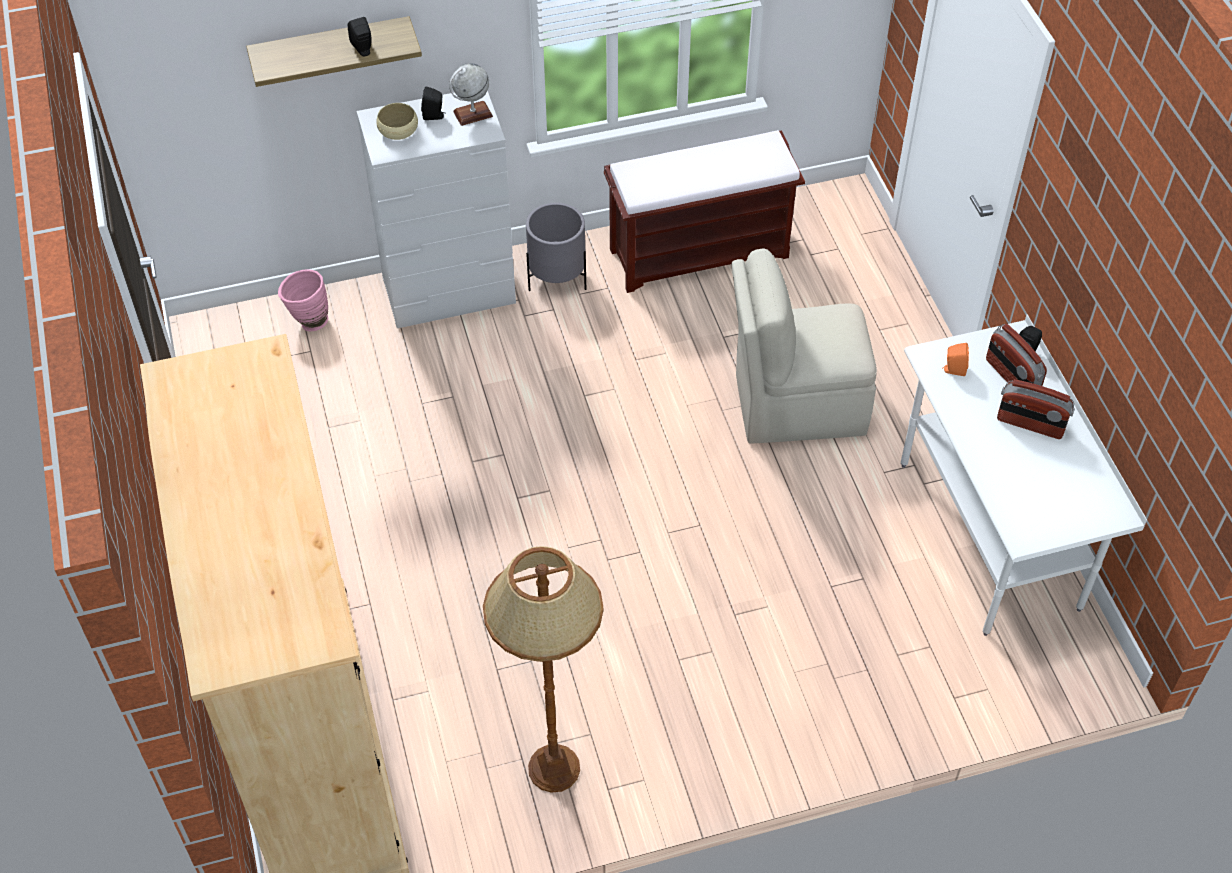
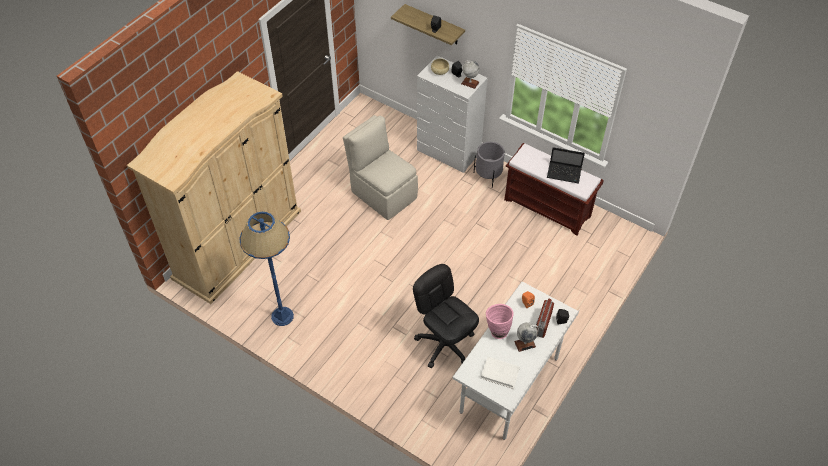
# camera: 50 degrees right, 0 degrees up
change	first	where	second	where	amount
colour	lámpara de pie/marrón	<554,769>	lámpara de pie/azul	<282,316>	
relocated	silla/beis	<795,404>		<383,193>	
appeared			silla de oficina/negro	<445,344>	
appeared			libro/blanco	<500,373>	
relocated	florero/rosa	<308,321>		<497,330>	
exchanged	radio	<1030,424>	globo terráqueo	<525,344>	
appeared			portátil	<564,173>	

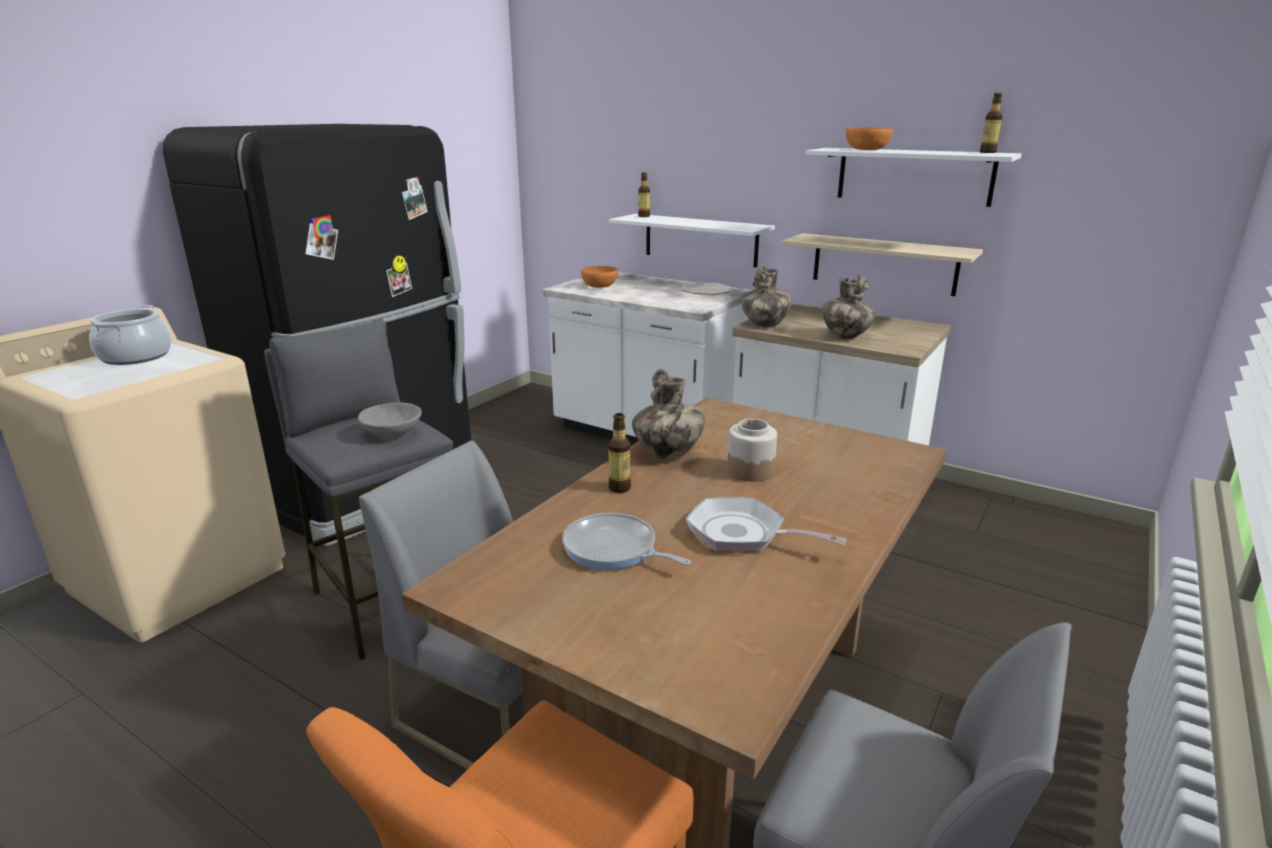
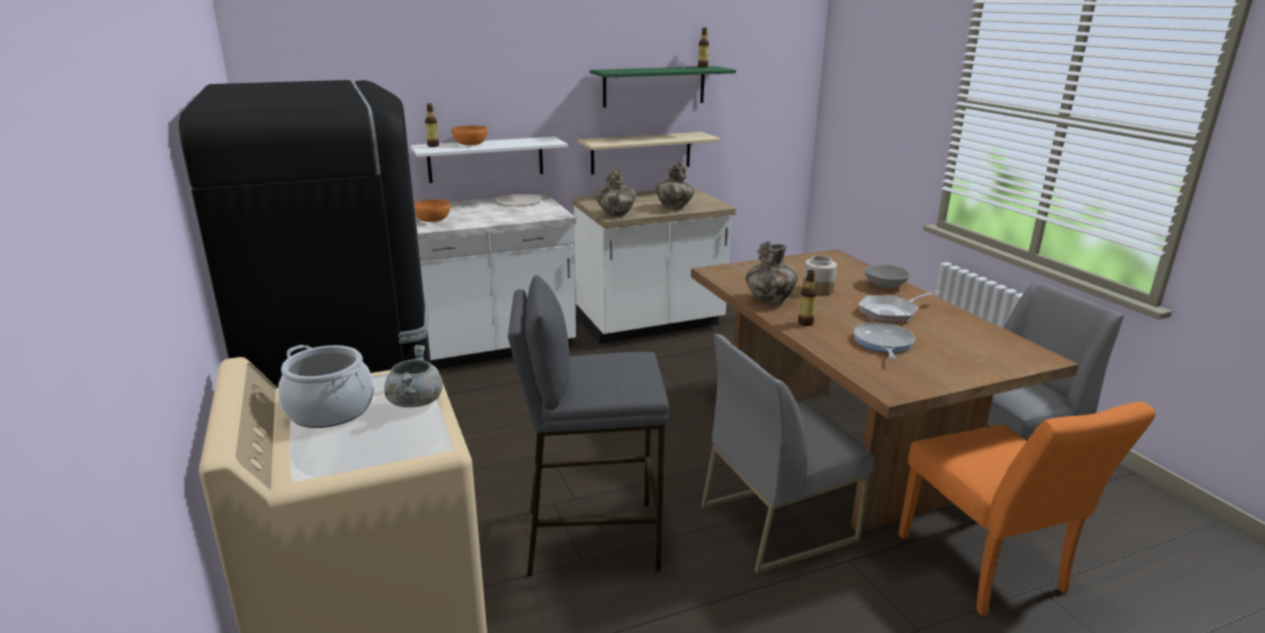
# camera: 55 degrees left, 0 degrees up
change	first	where	second	where	amount
appeared			olla/gris	<415,401>	
relocated	cuenco/naranja	<866,150>		<470,144>	
colour	estante/blanco	<914,176>	estante/verde	<654,86>	
spun	sartén	<614,549>		<882,343>	120 degrees clockwise
relocated	cuenco/gris	<392,433>		<884,286>	

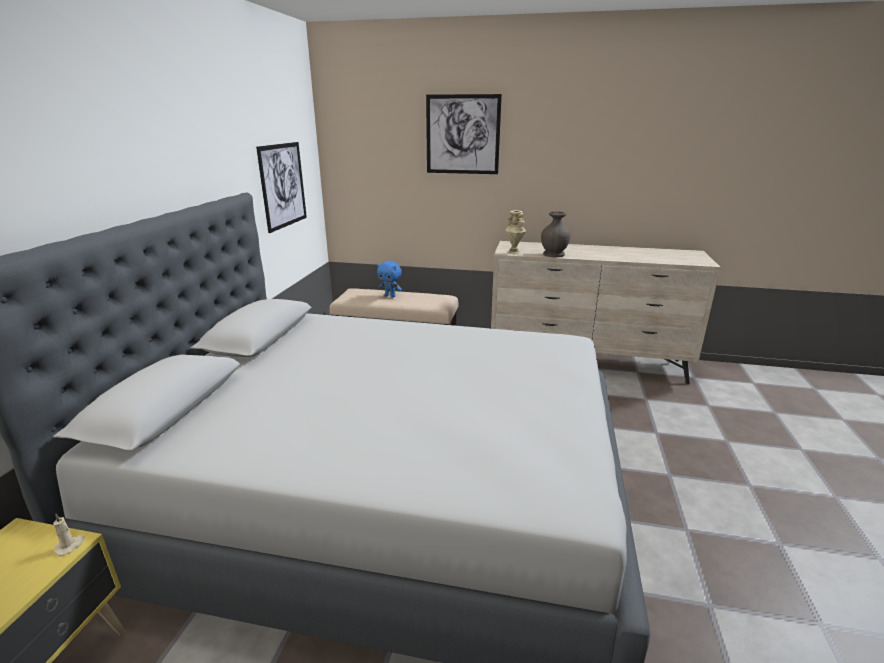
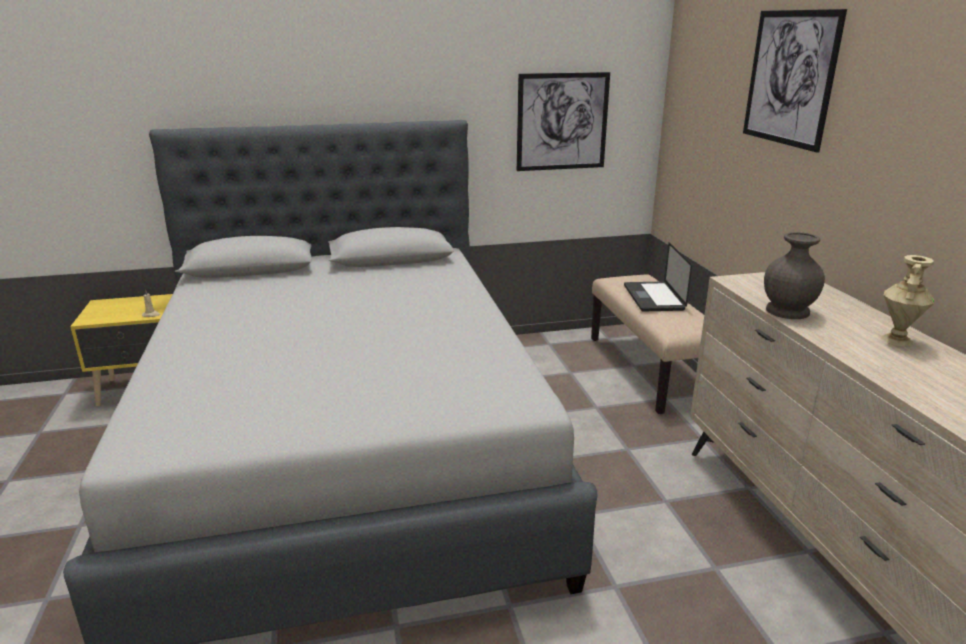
# camera: 65 degrees right, 0 degrees up
change	first	where	second	where	amount
exchanged	peluche/azul	<390,296>	portátil	<653,298>	
relocated	florero/beis	<513,252>		<896,340>	

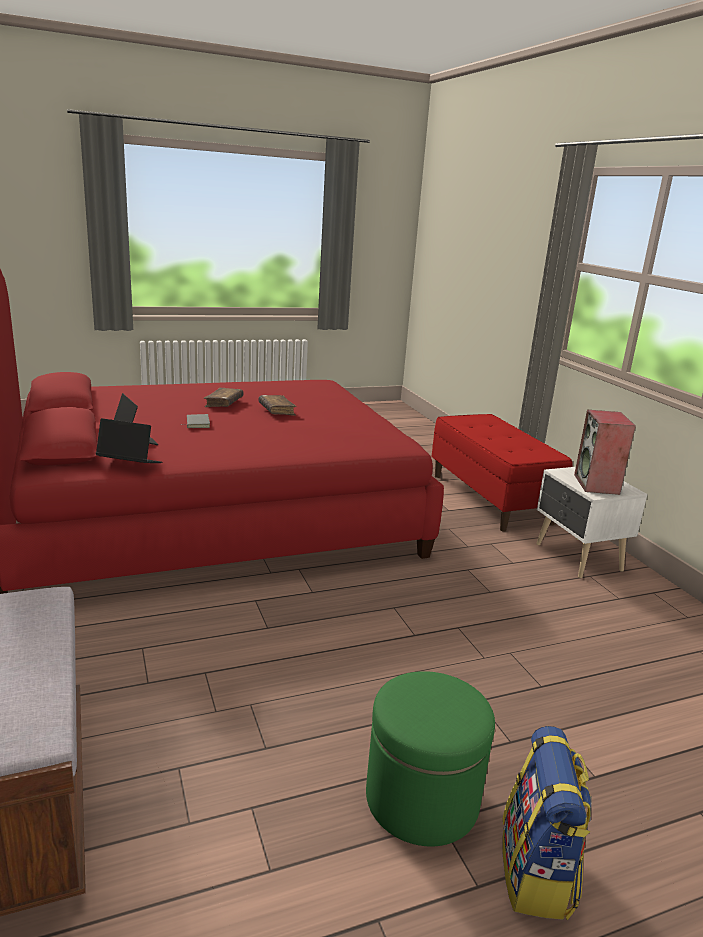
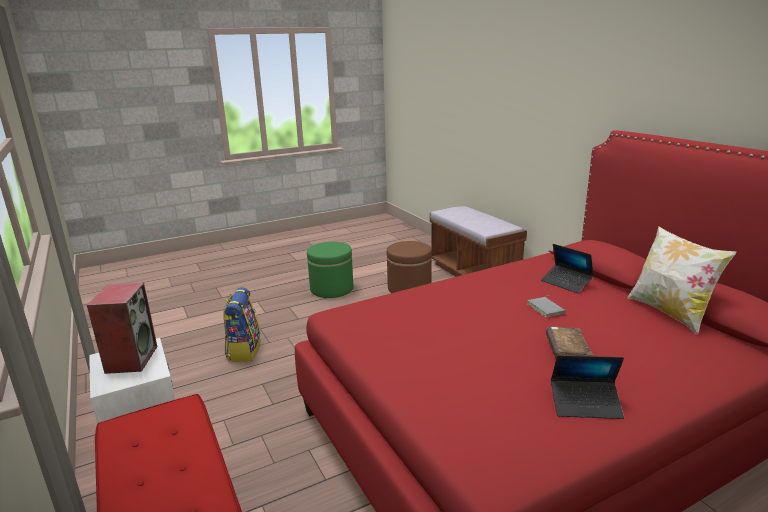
# camera: 175 degrees right, 0 degrees up
change	first	where	second	where	amount
relocated	mochila	<537,873>		<243,350>	
appeared			puf/marrón	<409,288>	
relocated	portátil	<129,464>		<585,405>	
appeared			cojín	<669,312>	
missing	libro/marrón	<276,411>			

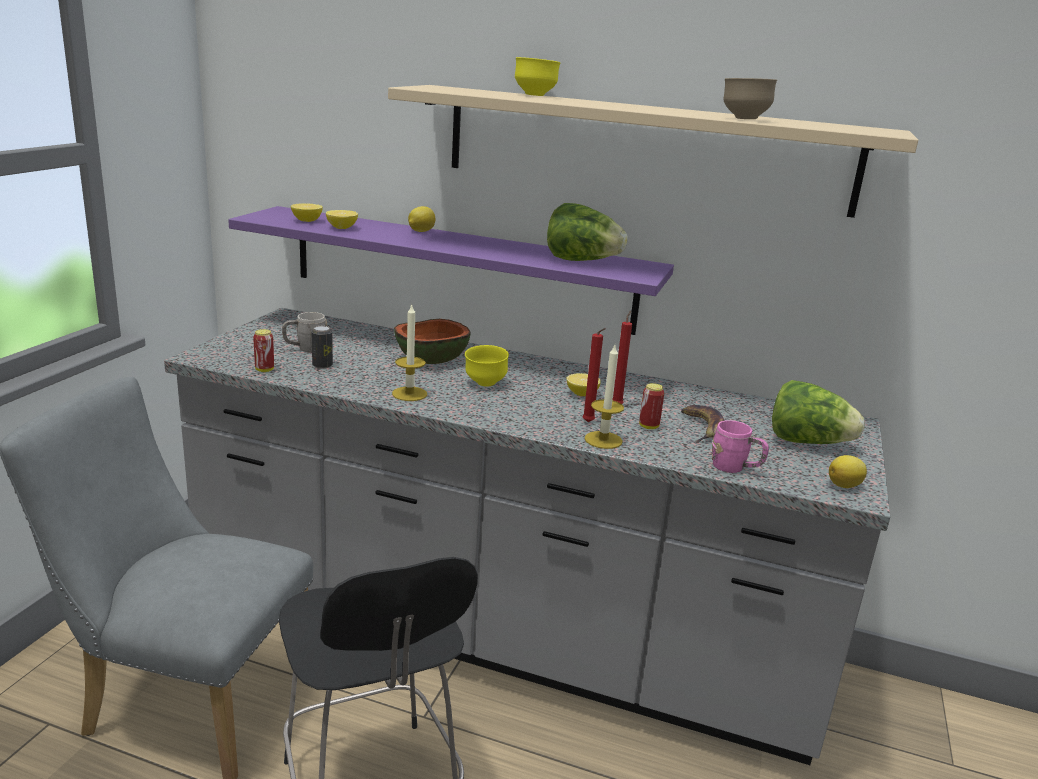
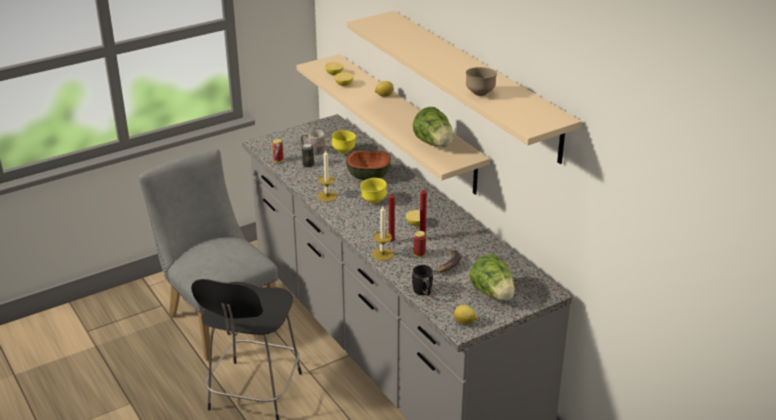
# camera: 40 degrees right, 10 degrees up
change	first	where	second	where	amount
colour	estante/morado	<460,269>	estante/beis	<407,122>	
relocated	cuenco/amarillo	<535,95>		<344,151>	
colour	taza grande/rosa	<735,468>	taza grande/negro	<423,293>	

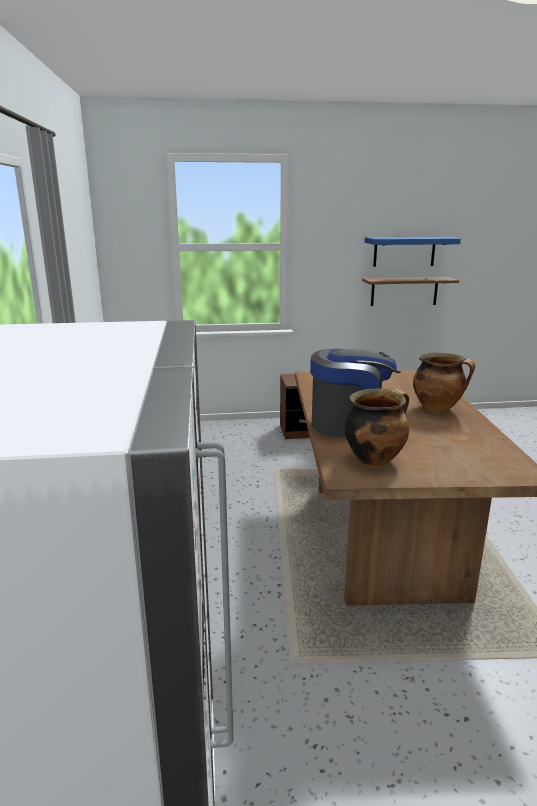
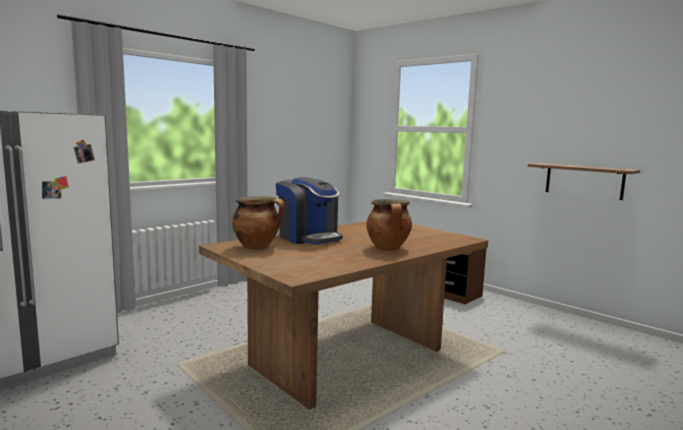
# camera: 50 degrees right, 10 degrees down
change	first	where	second	where	amount
missing	estante/azul	<404,251>			

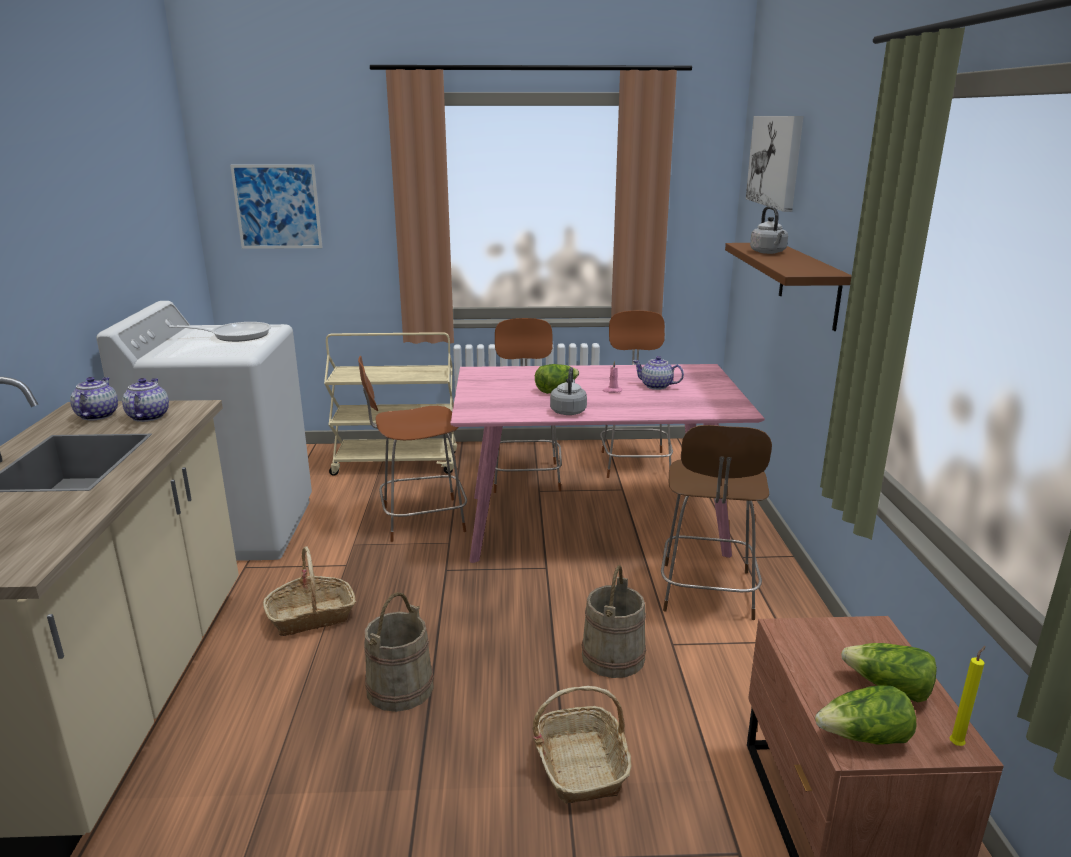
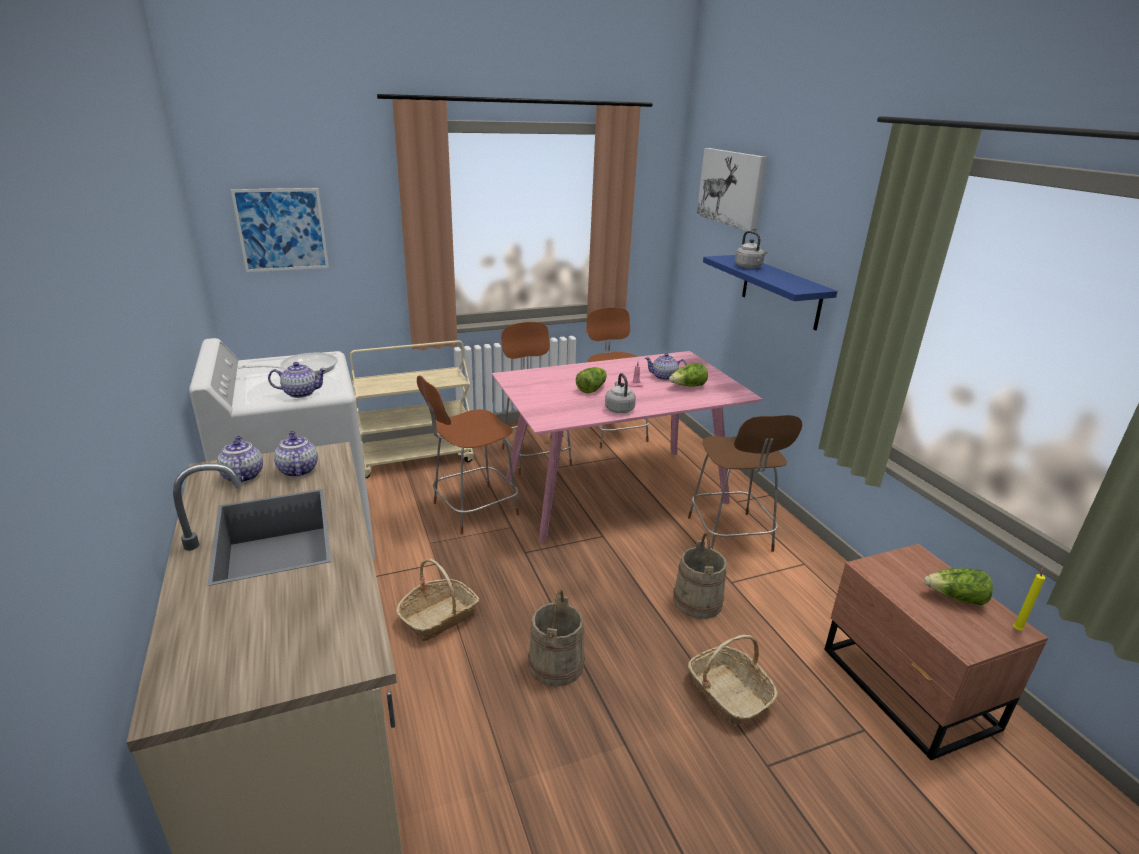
# camera: 20 degrees left, 5 degrees up
change	first	where	second	where	amount
appeared			tetera	<300,393>	
relocated	lechuga	<864,738>		<688,386>	
colour	estante/marrón	<809,284>	estante/azul	<780,291>	

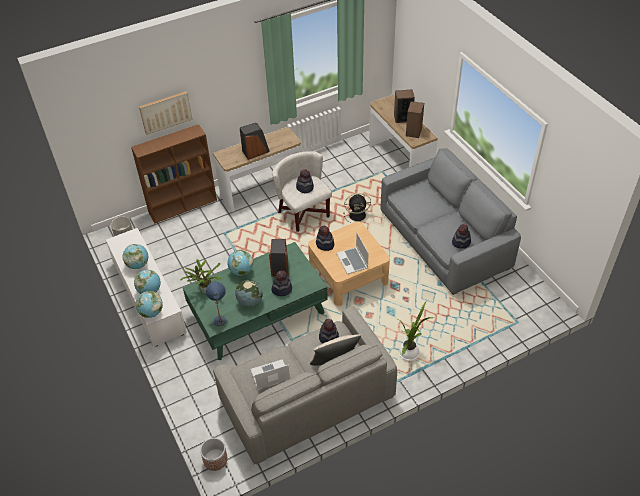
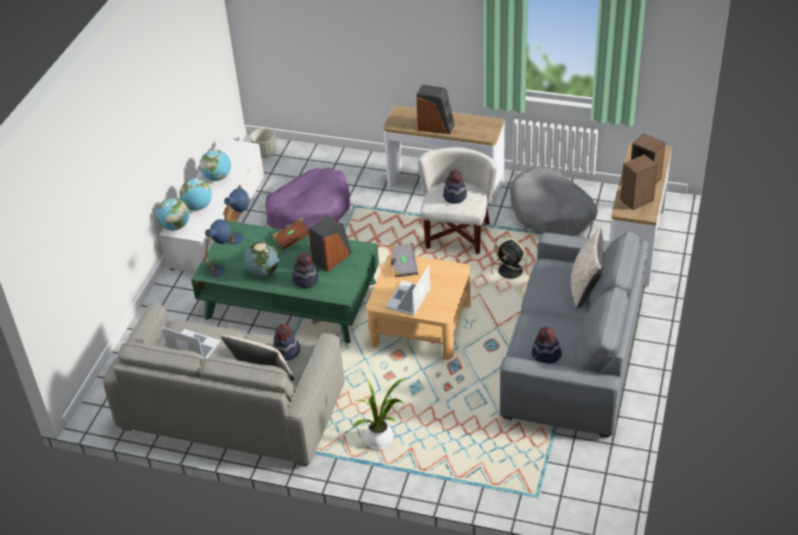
# camera: 45 degrees right, 5 degrees down
change	first	where	second	where	amount
exchanged	planta en maceta	<205,290>	lámpara de mesa/azul	<240,236>	
appeared			cama para perro/morado	<310,211>	
exchanged	globo terráqueo	<241,271>	libro/marrón	<292,239>	
exchanged	sombrero	<325,244>	libro/gris	<403,266>	
appeared			cama para perro/gris	<551,213>	
appeared			cojín/beis	<585,288>	
missing	estantería/marrón	<183,206>			
missing	cuadro	<165,112>			
missing	maceta	<215,459>			

